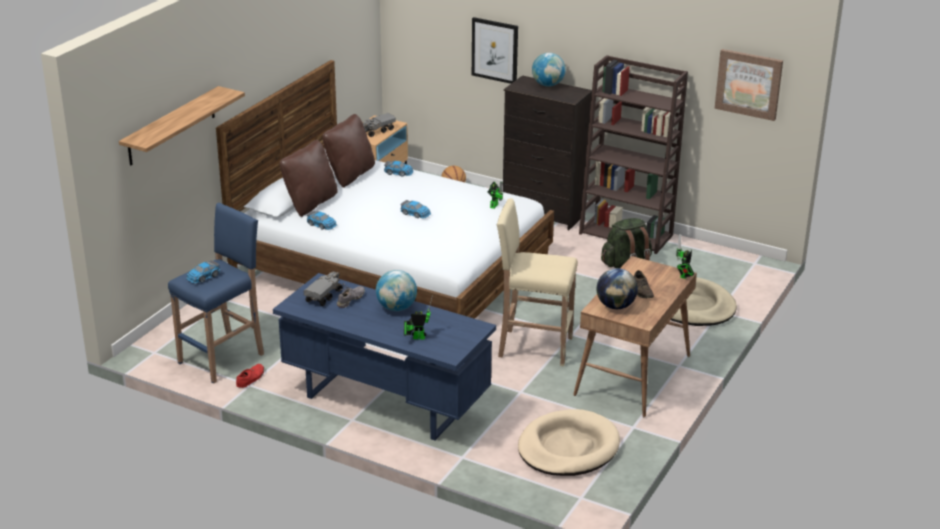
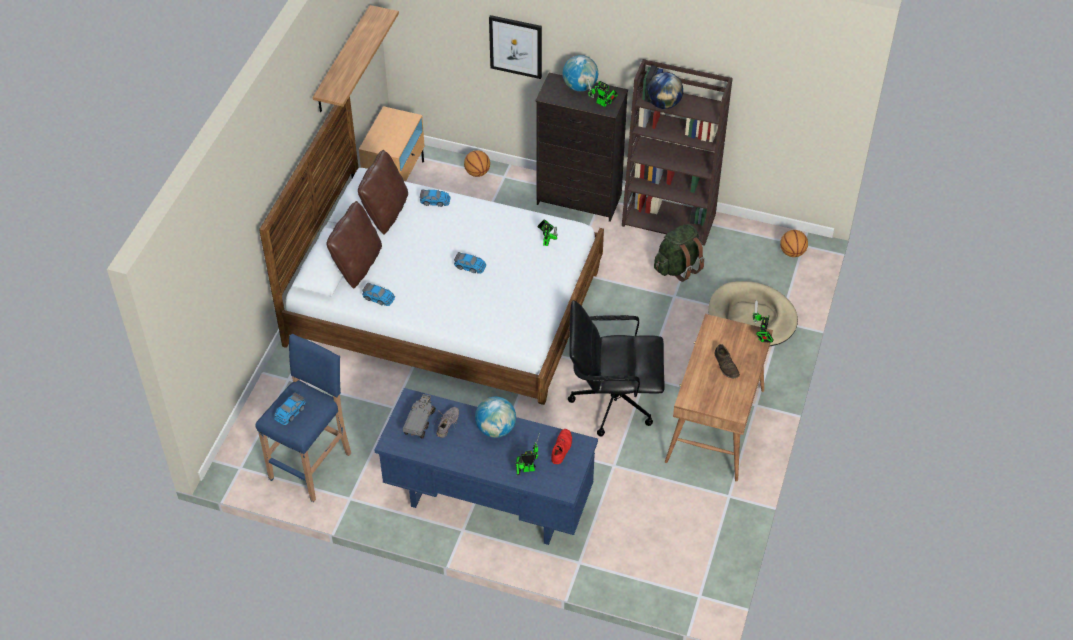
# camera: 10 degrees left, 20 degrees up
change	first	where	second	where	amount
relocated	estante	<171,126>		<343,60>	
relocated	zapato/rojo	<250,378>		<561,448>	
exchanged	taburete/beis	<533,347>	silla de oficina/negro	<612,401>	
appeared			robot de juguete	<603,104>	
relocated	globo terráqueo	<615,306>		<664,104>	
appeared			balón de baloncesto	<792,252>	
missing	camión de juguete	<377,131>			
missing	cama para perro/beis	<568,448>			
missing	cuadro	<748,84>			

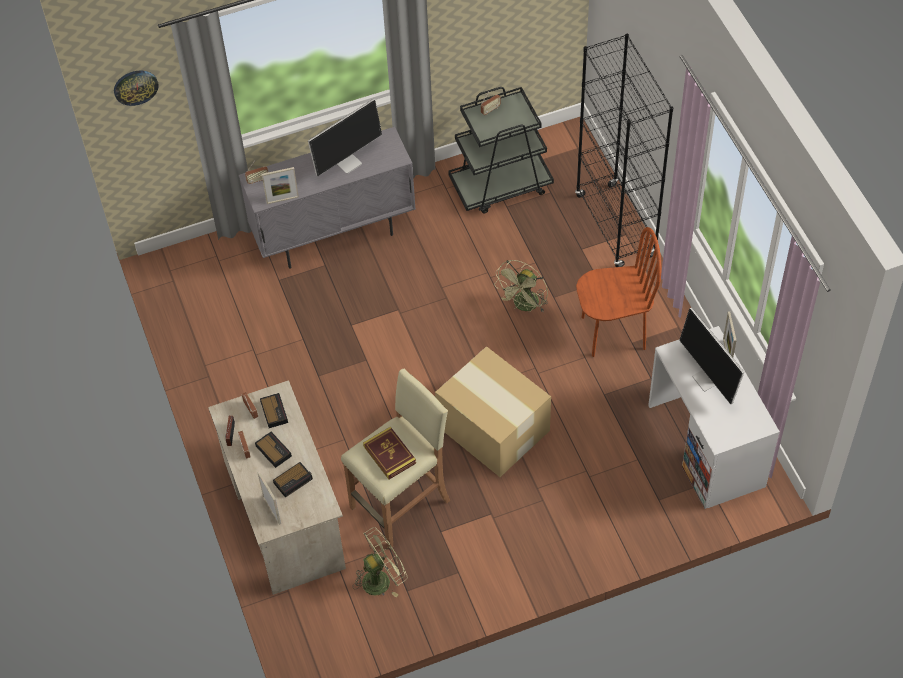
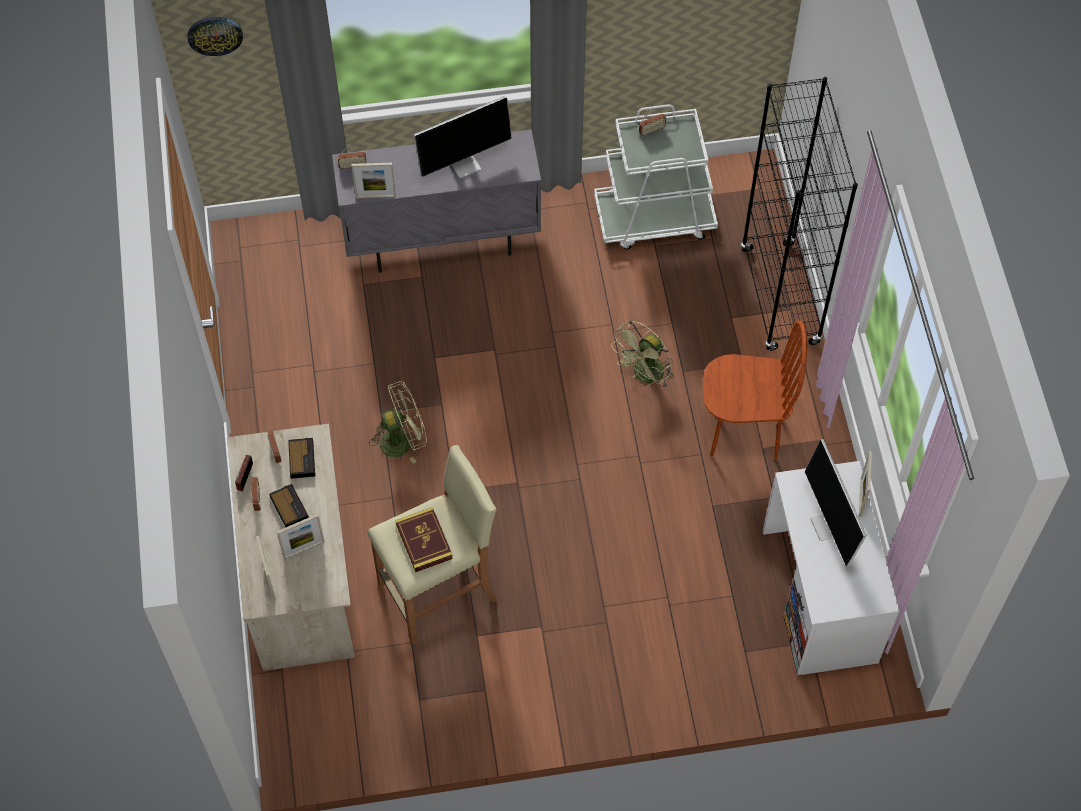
# camera: 10 degrees right, 5 degrees up
change	first	where	second	where	amount
exchanged	despertador	<293,480>	portarretratos	<304,550>	
relocated	ventilador/verde	<381,578>		<402,440>	
colour	carrito/negro	<501,185>	carrito/blanco	<655,218>	
missing	caja de cartón	<494,429>			

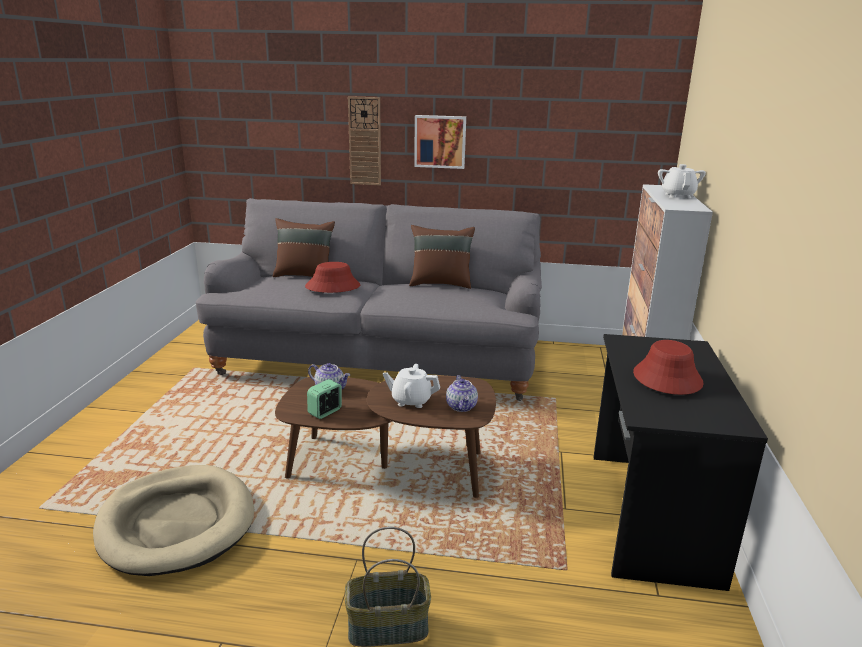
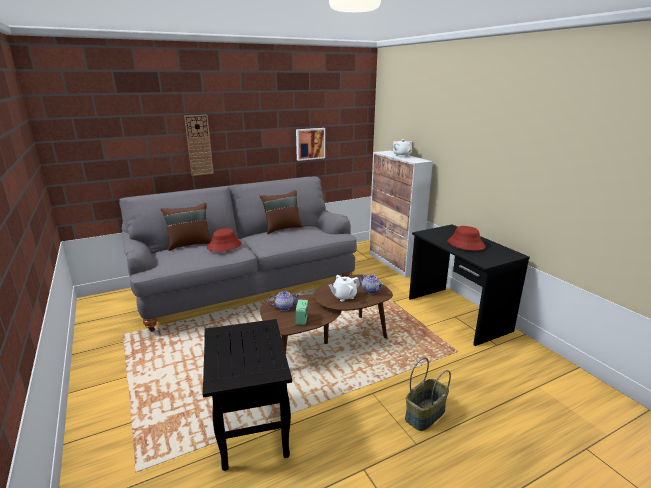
# camera: 35 degrees left, 0 degrees up
change	first	where	second	where	amount
exchanged	cama para perro/beis	<177,523>	mesa auxiliar/negro	<251,428>	
relocated	cuadro	<440,141>		<310,143>	

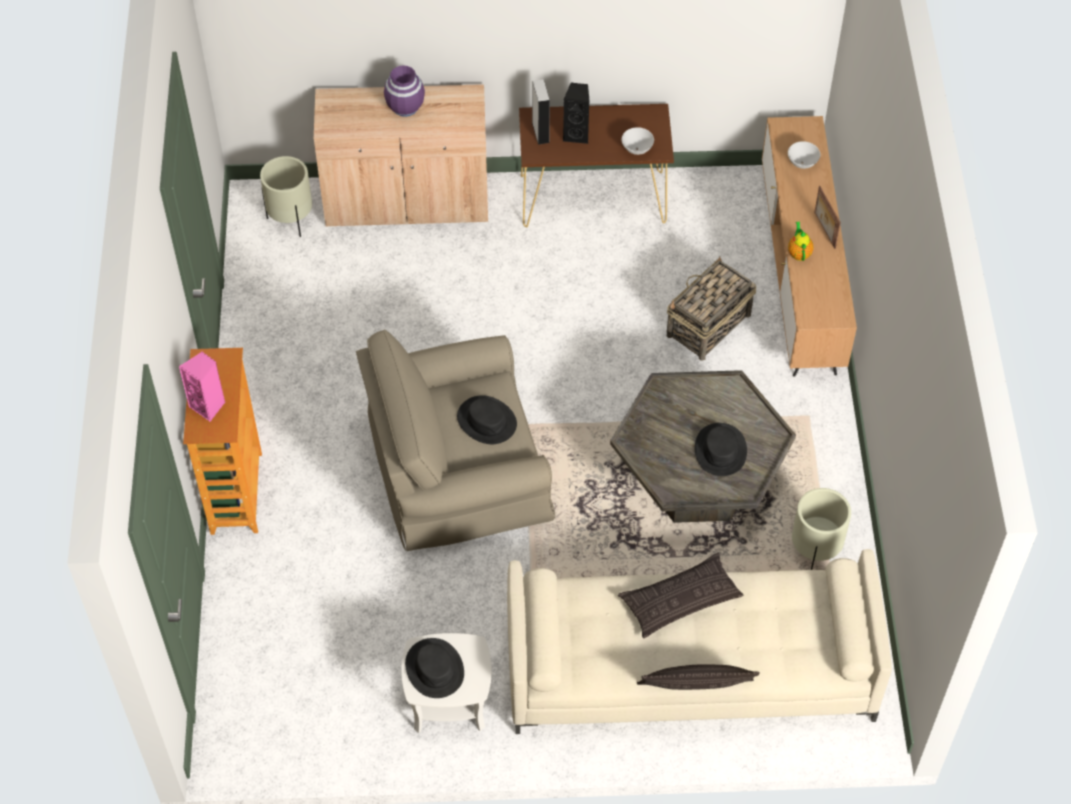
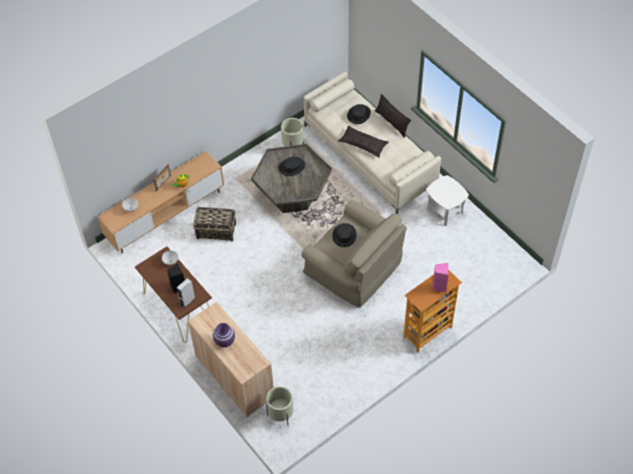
# camera: 125 degrees left, 0 degrees up
change	first	where	second	where	amount
relocated	sombrero/negro	<435,668>		<358,114>	

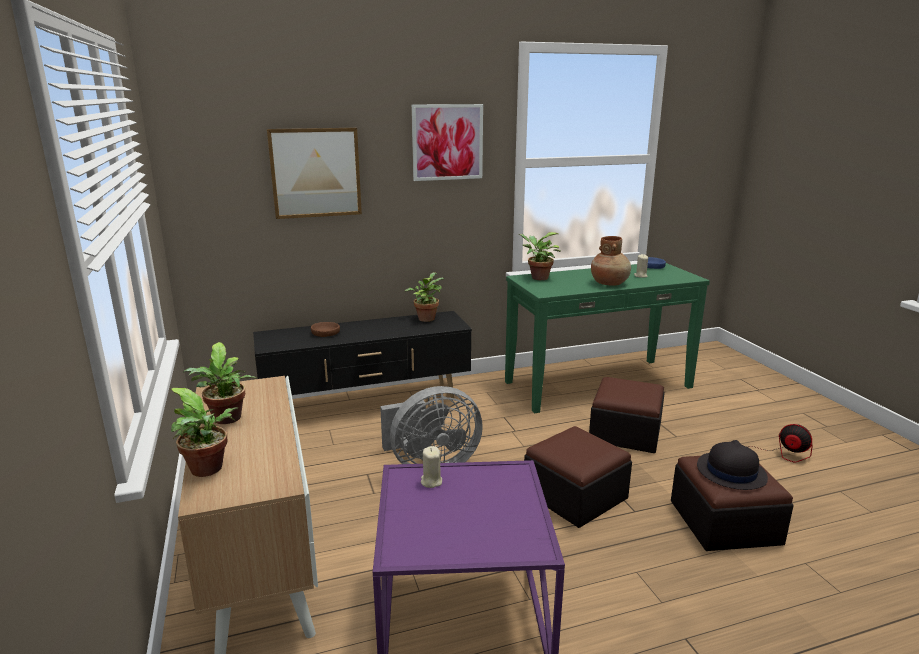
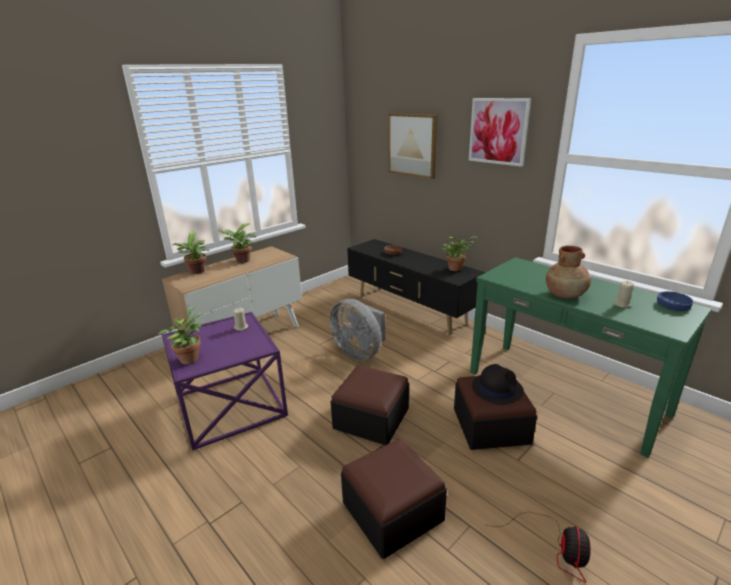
# camera: 65 degrees right, 5 degrees up
change	first	where	second	where	amount
relocated	planta en maceta	<537,278>		<189,358>	
relocated	sombrero/negro	<730,472>		<497,388>	

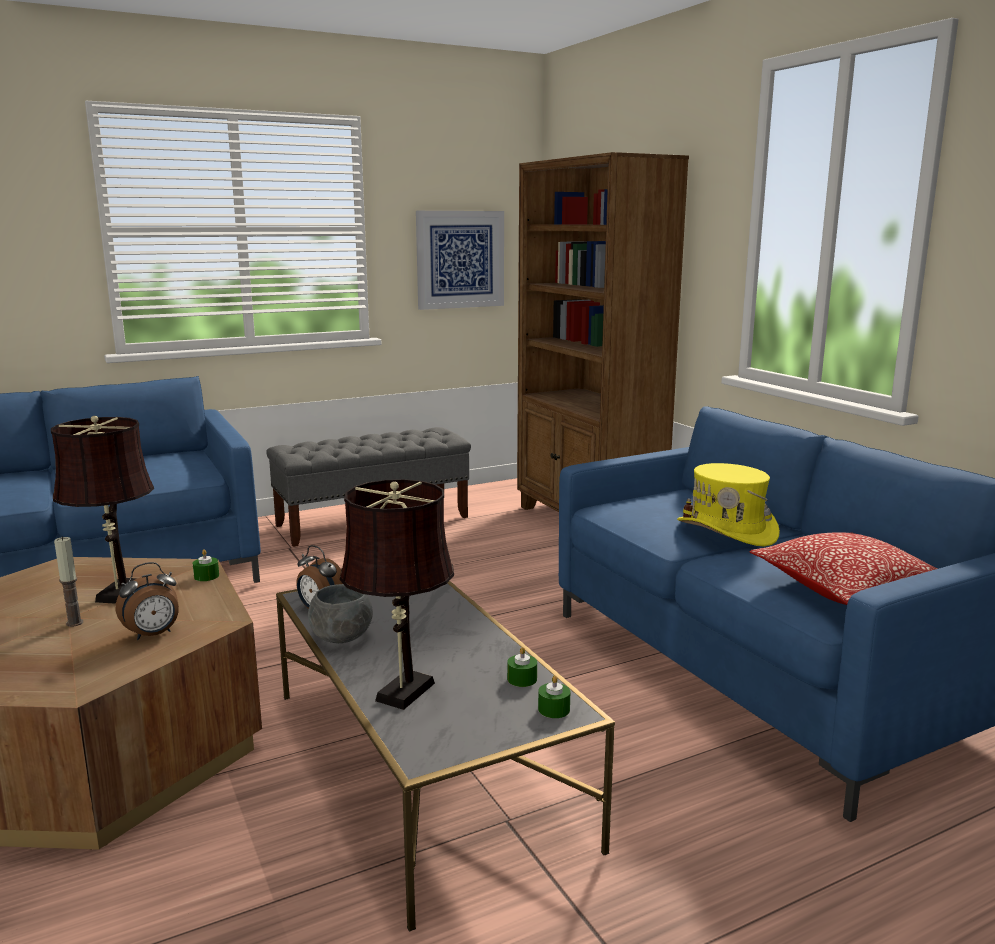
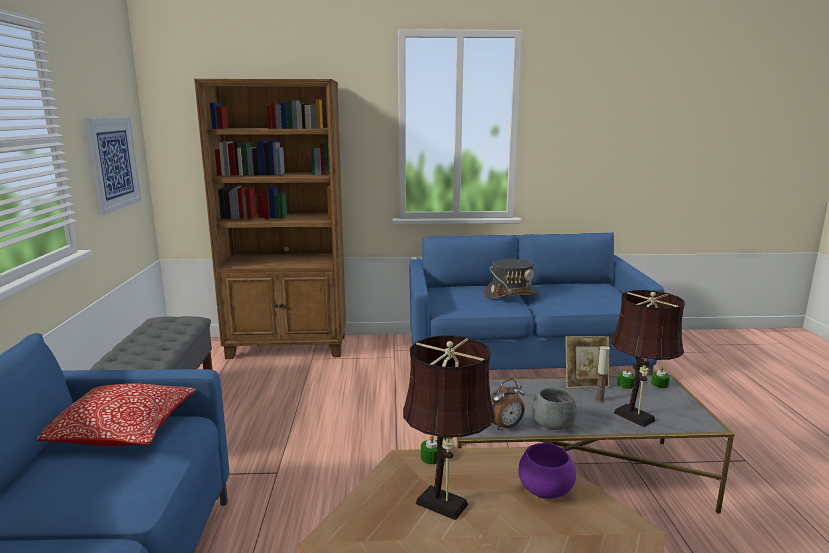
# camera: 65 degrees left, 0 degrees up
change	first	where	second	where	amount
relocated	cojín	<849,590>		<122,430>	
colour	sombrero/amarillo	<727,531>	sombrero/gris	<511,295>	
exchanged	despertador	<153,635>	cuenco/morado	<544,490>	
appeared			portarretratos	<585,384>	
relocated	vela	<74,623>		<599,400>	

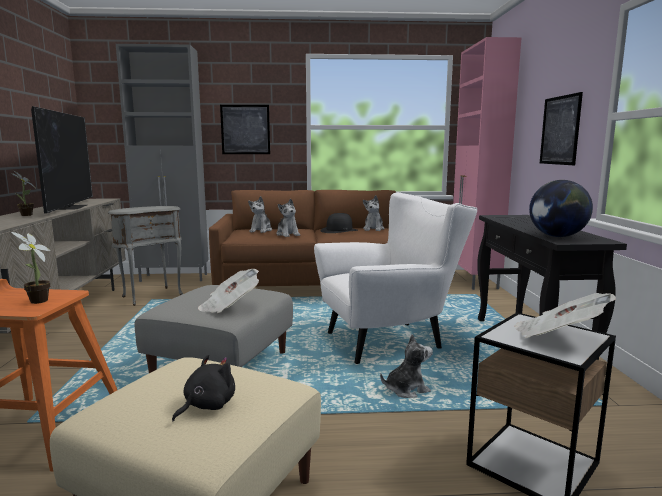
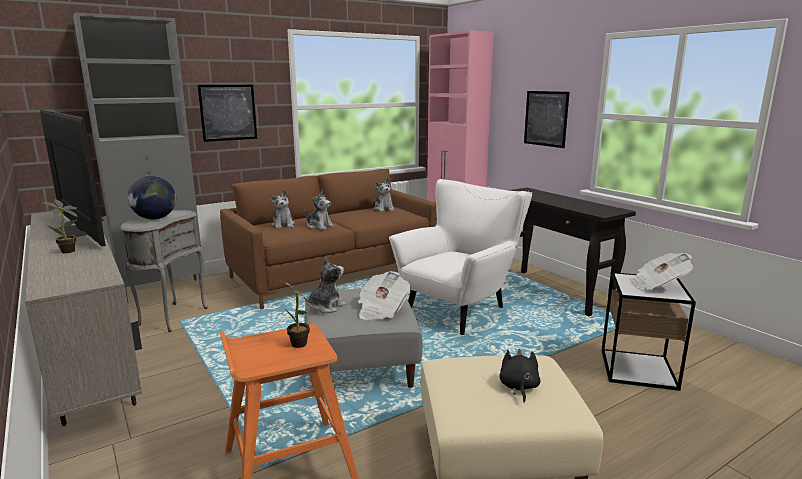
# camera: 30 degrees left, 5 degrees up
change	first	where	second	where	amount
relocated	globo terráqueo	<557,236>		<155,218>	
relocated	peluche	<406,390>		<325,307>	
missing	sombrero/negro	<339,230>			

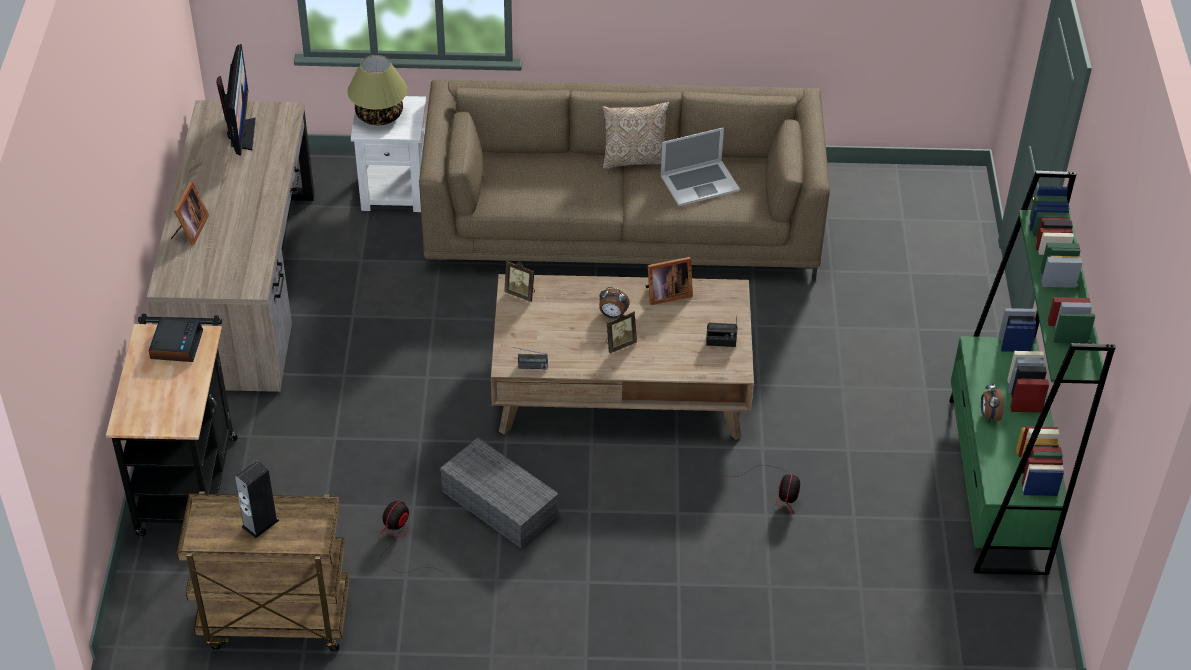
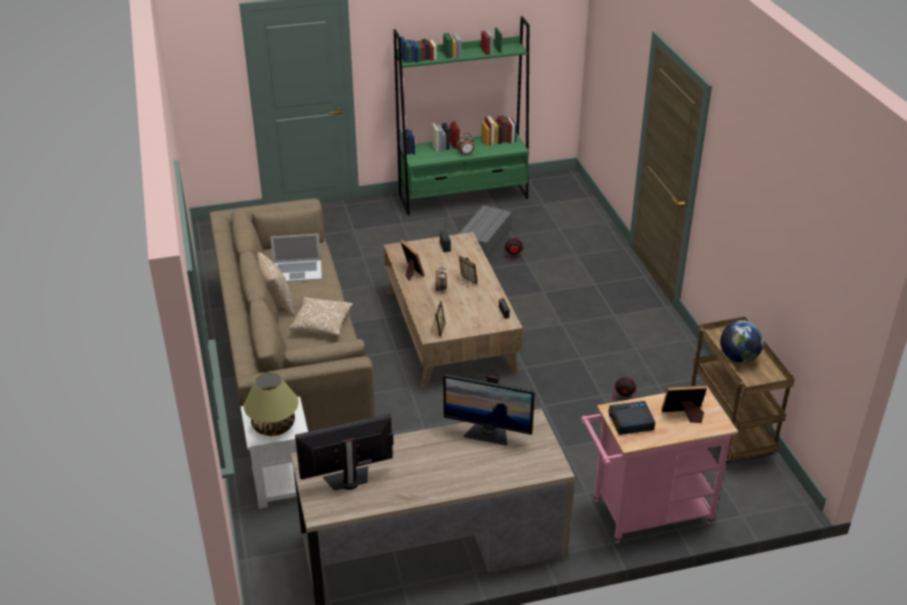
# camera: 105 degrees left, 10 degrees down
change	first	where	second	where	amount
spun	portátil	<699,183>		<297,271>	120 degrees clockwise
appeared			cojín	<321,325>	
appeared			monitor	<488,433>	
relocated	caja de almacenaje/gris	<497,503>		<484,241>	
colour	carrito/negro	<188,478>	carrito/rosa	<644,514>	
relocated	portarretratos	<190,229>		<684,415>	
exchanged	altavoz	<260,523>	globo terráqueo	<738,358>	

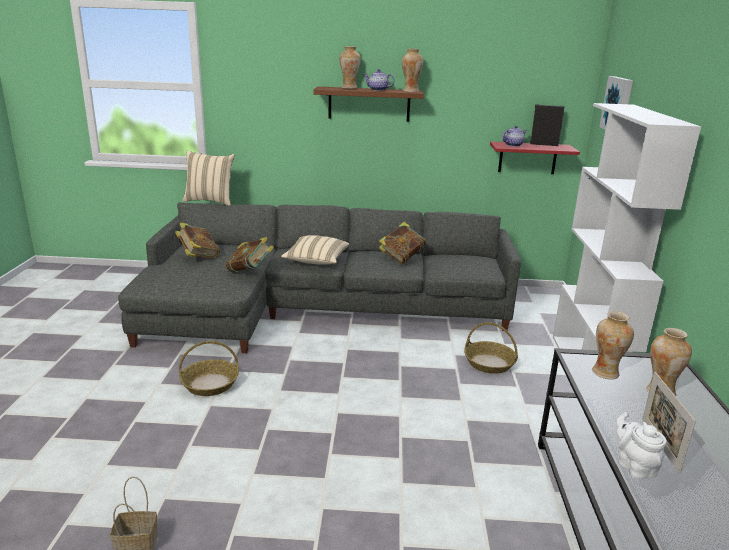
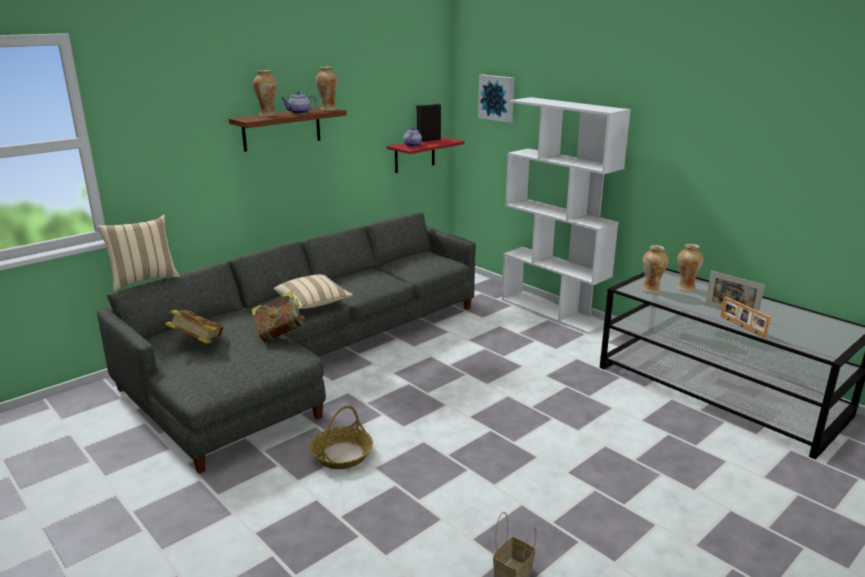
# camera: 45 degrees left, 0 degrees up
change	first	where	second	where	amount
exchanged	tetera/blanco	<634,466>	portarretratos	<742,326>	
missing	libro	<401,258>			
missing	cesta	<489,363>			

